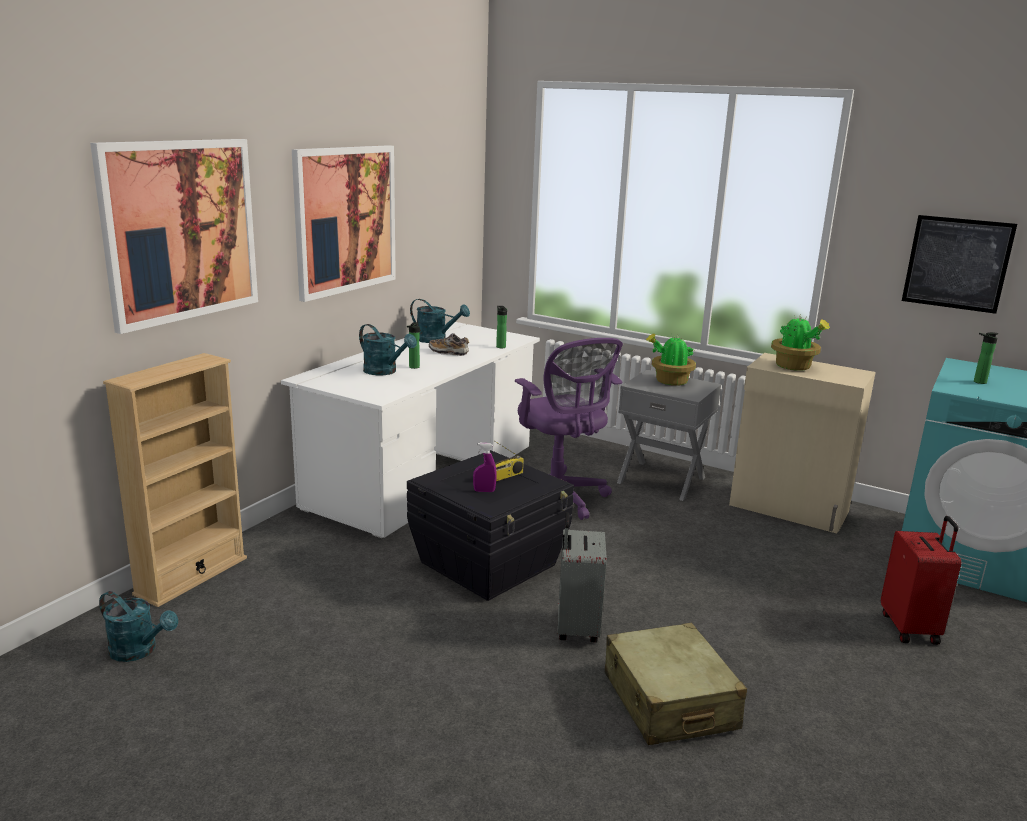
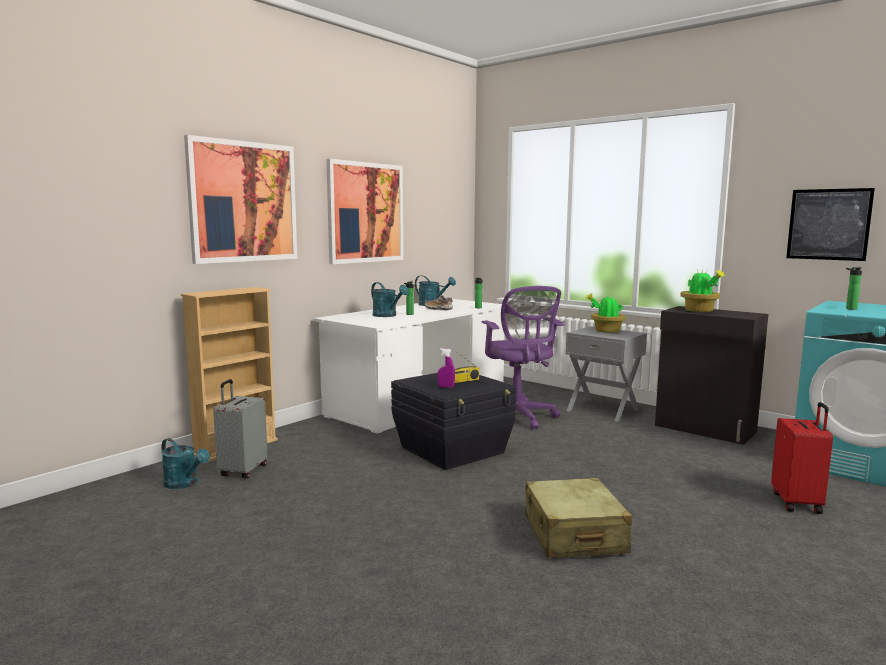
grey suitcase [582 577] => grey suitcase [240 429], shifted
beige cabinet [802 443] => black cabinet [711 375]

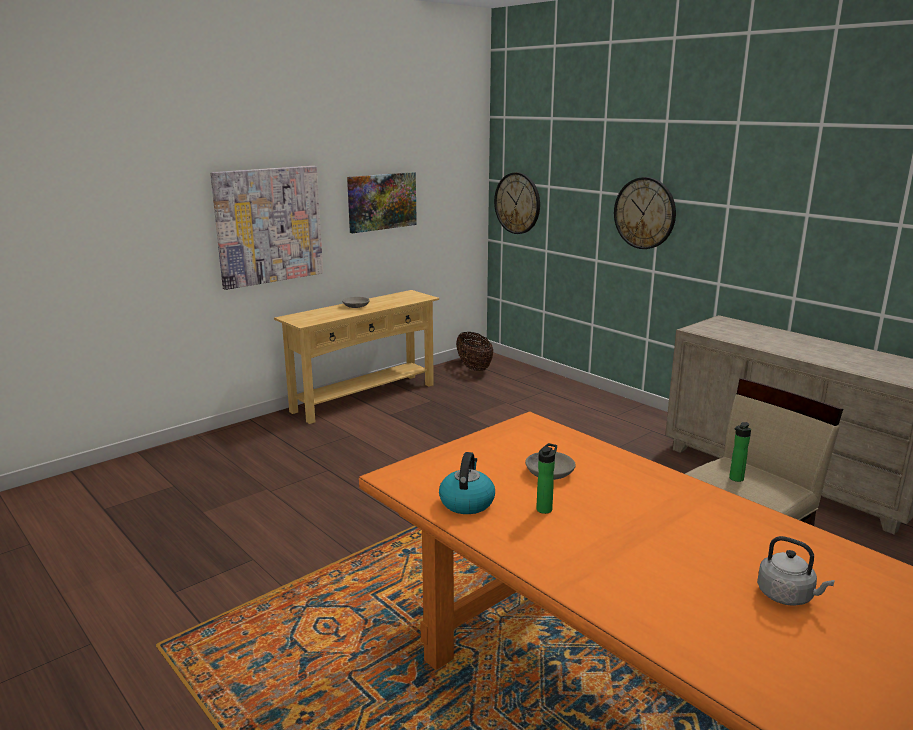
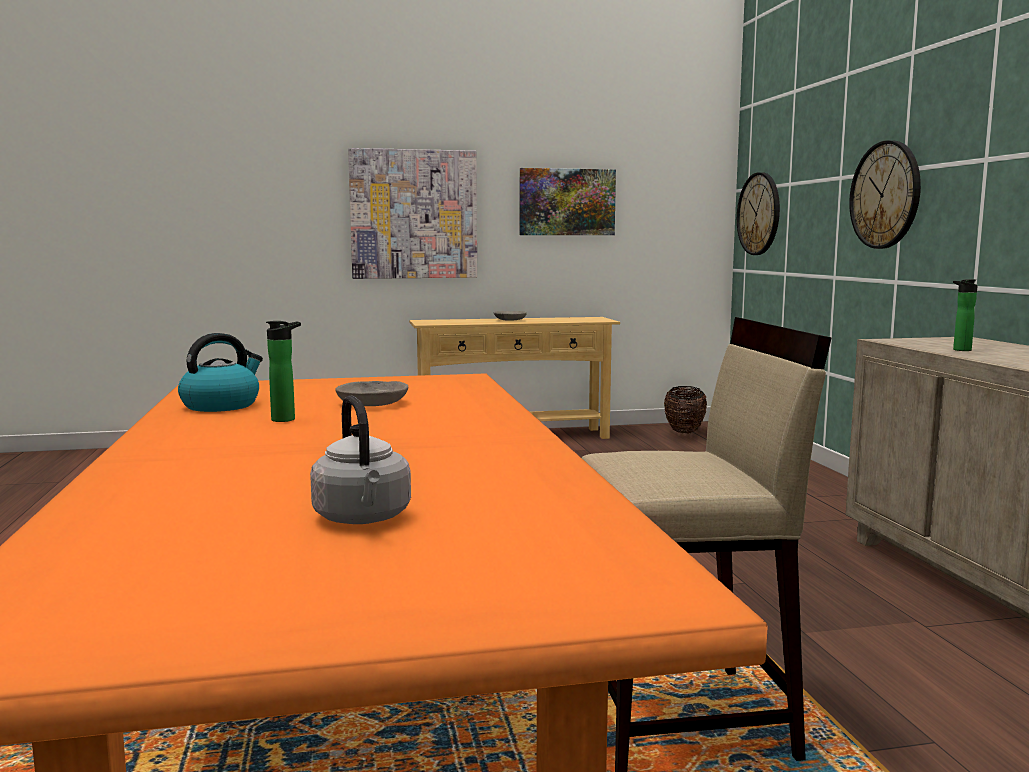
bottle [740 452] => bottle [965 315], shifted

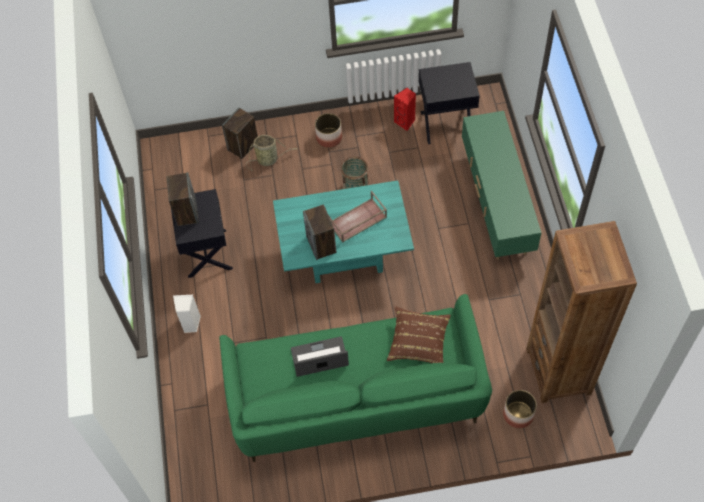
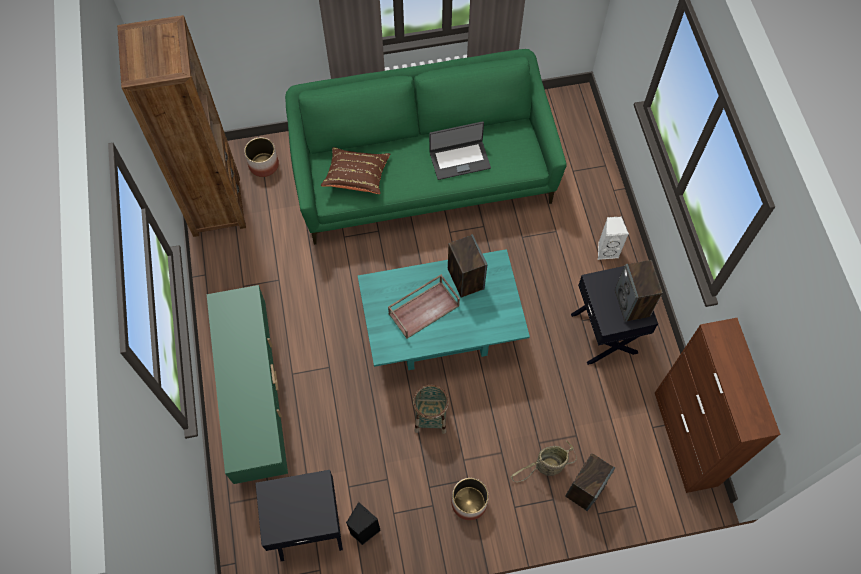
red speaker [405 109] => black speaker [363 523]
nothing => brown cabinet [717 405]

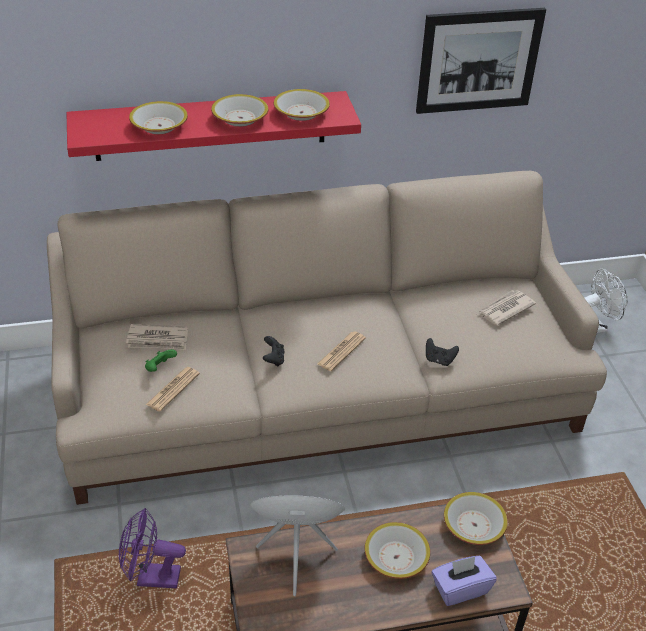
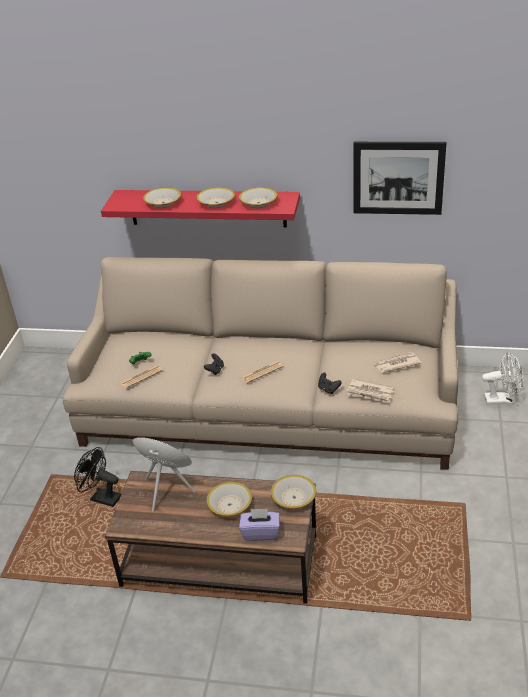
purple fan [152 548] => black fan [97 477]
newspaper [157 337] => newspaper [370 391], shifted

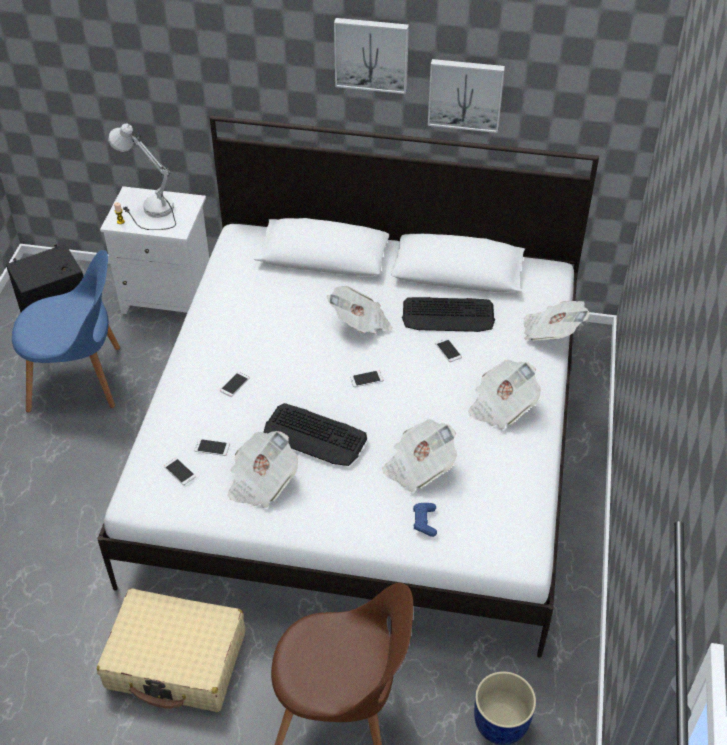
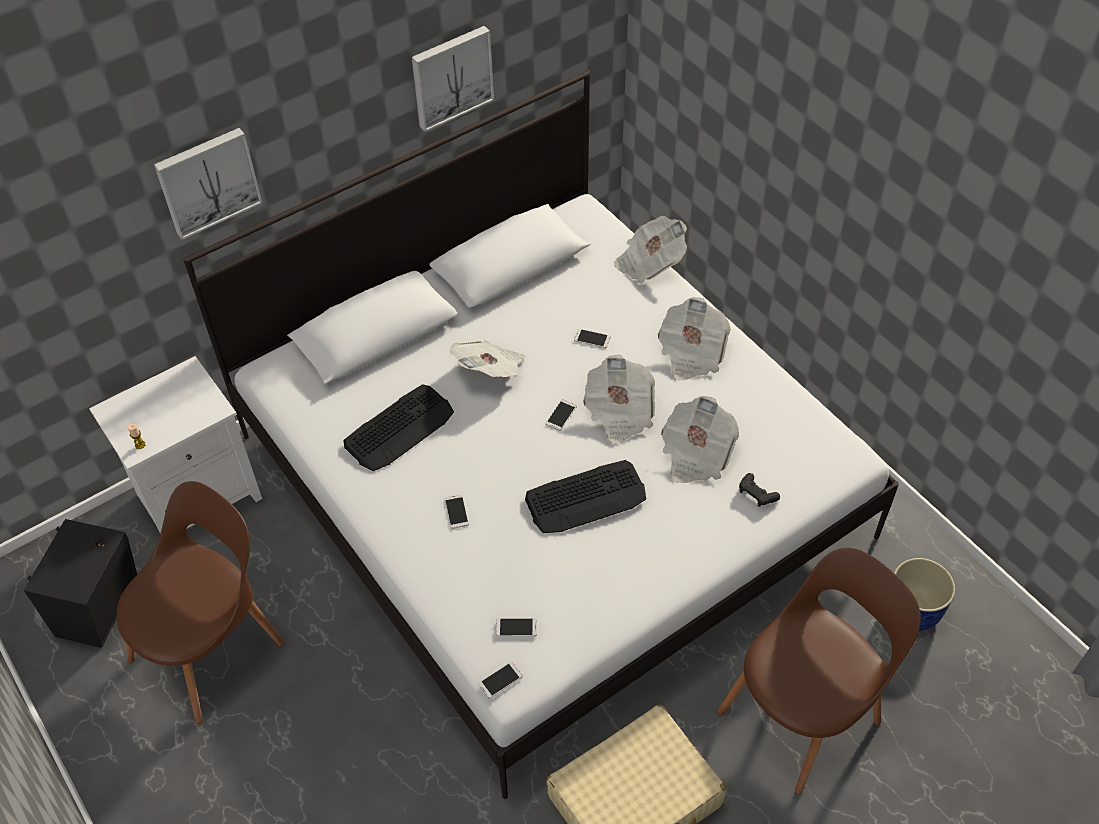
blue chair [66 331] => brown chair [201 602]
picture [371 56] => picture [208 184], shifted
keyboard [448 314] => keyboard [398 427], shifted
phone [212 447] => phone [500 680], shifted
newspaper [263 469] => newspaper [619 399], shifted
blue game controller [425 520] => black game controller [759 490]
white table lamp [142 176] => nothing

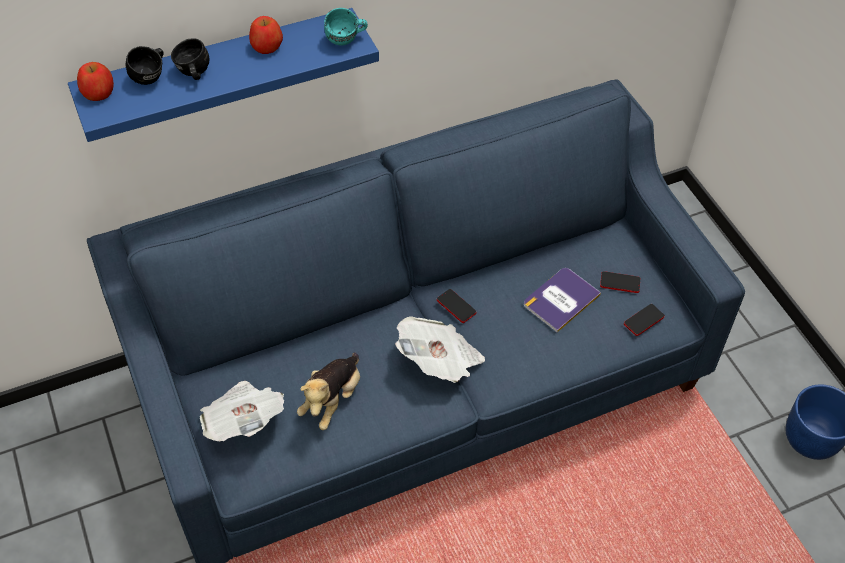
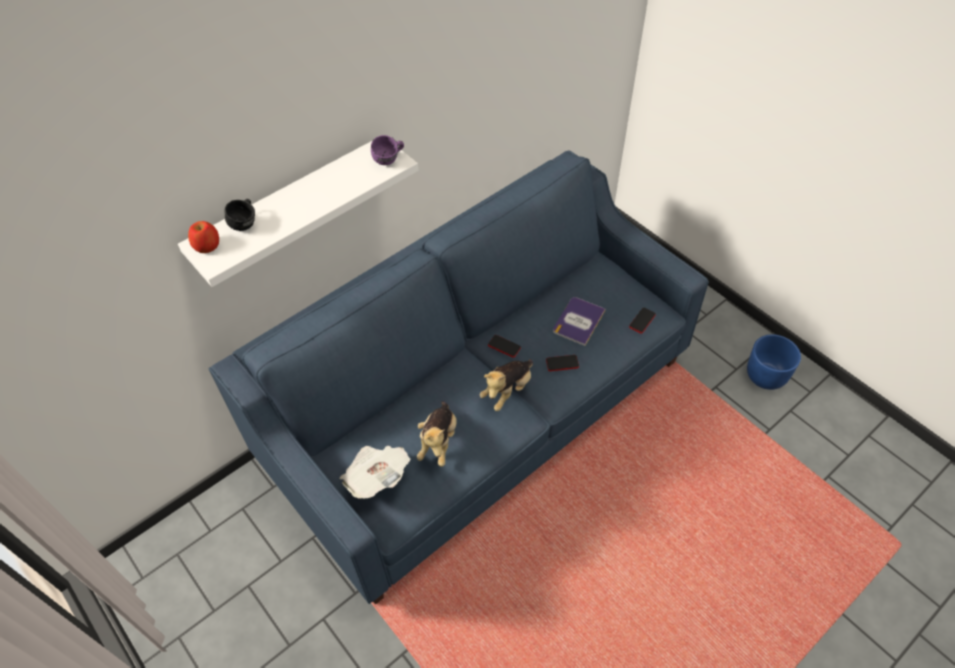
blue shelf [223 75] => white shelf [298 214]
turquoise mug [346 27] => purple mug [387 150]
newspaper [440 349] => plush toy [506 385]
phone [620 282] => phone [562 363], shifted
black mug [190 59] => nothing
apple [266 35] => nothing

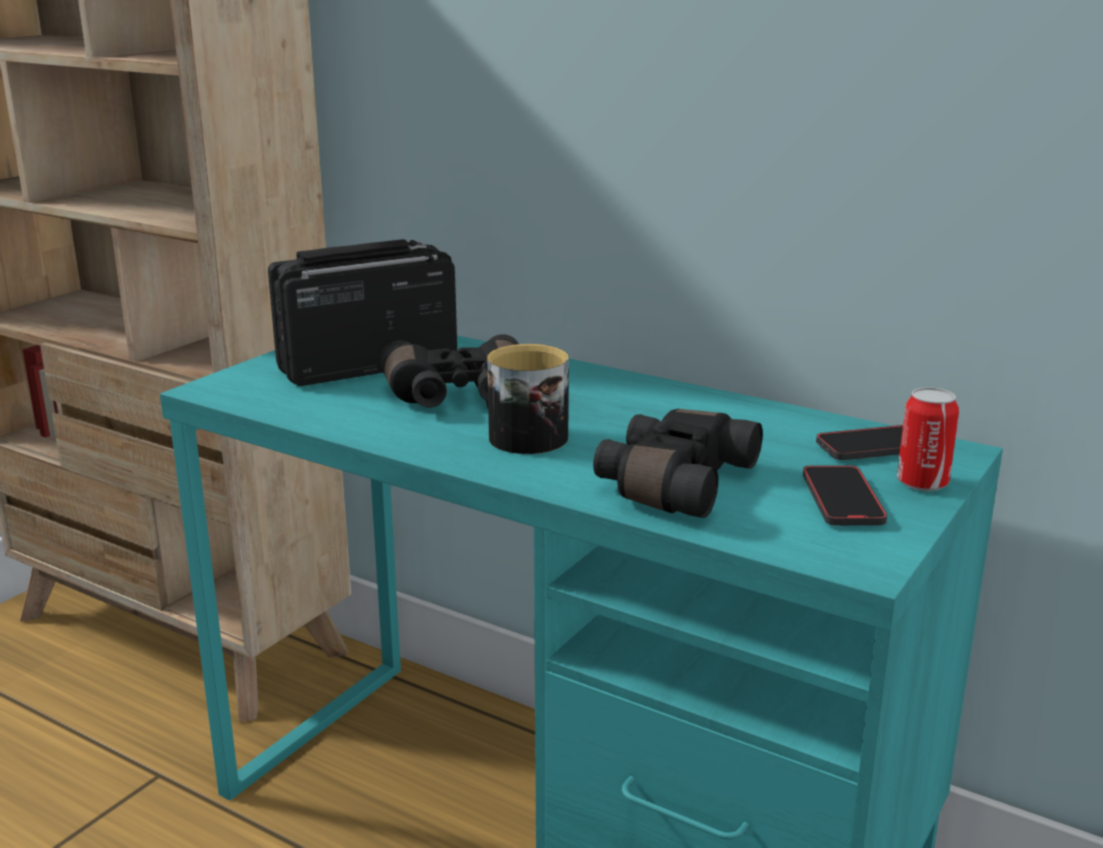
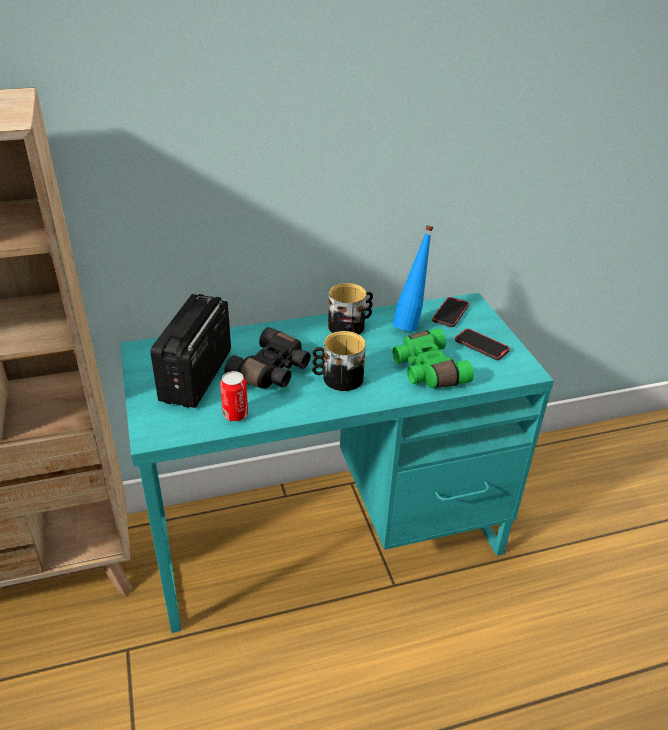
can [928 439] => can [234 396], shifted
nothing => mug [350 308]
nothing => blue bottle [413 278]
black binoculars [678 463] => green binoculars [433 358]

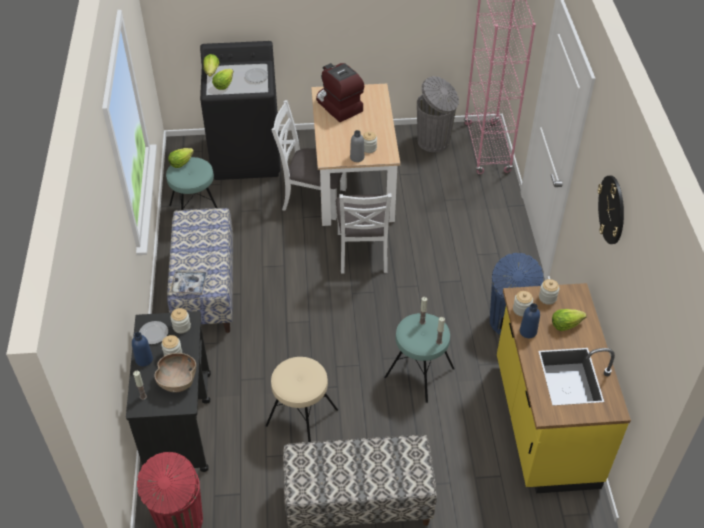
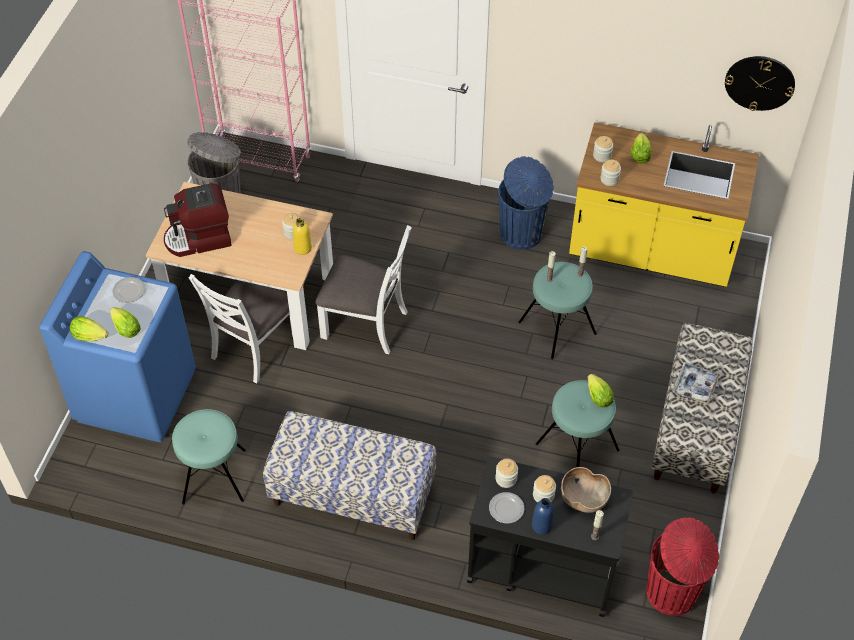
black washing machine [240 110] => blue washing machine [117 346]
grey bottle [357 146] => yellow bottle [302 236]
beige stool [301 399] => turquoise stool [577 423]
lettuce [181 158] => lettuce [601 391], shifted
tray [188 282] => tray [696 383], shifted
wall clock [611 210] => wall clock [760 83], shifted
blue bottle [530 320] => nothing

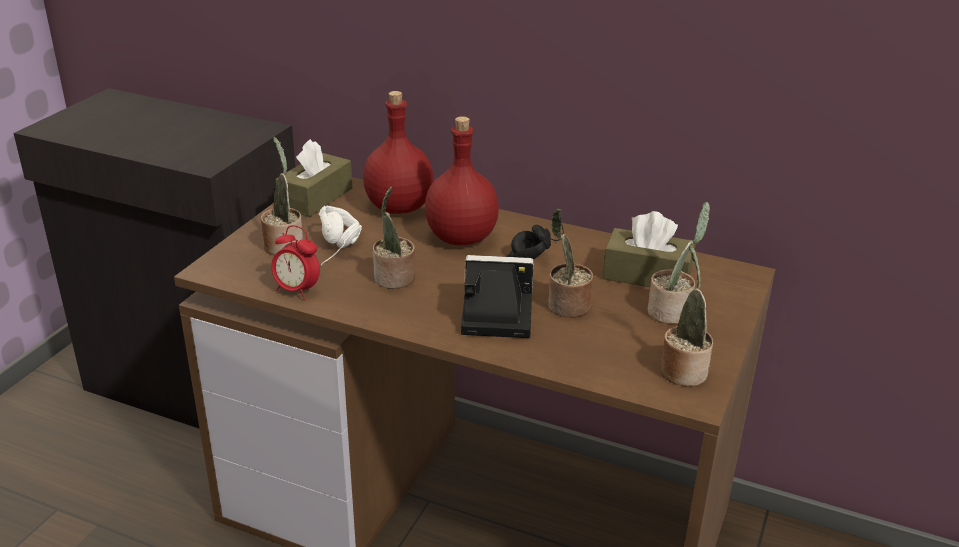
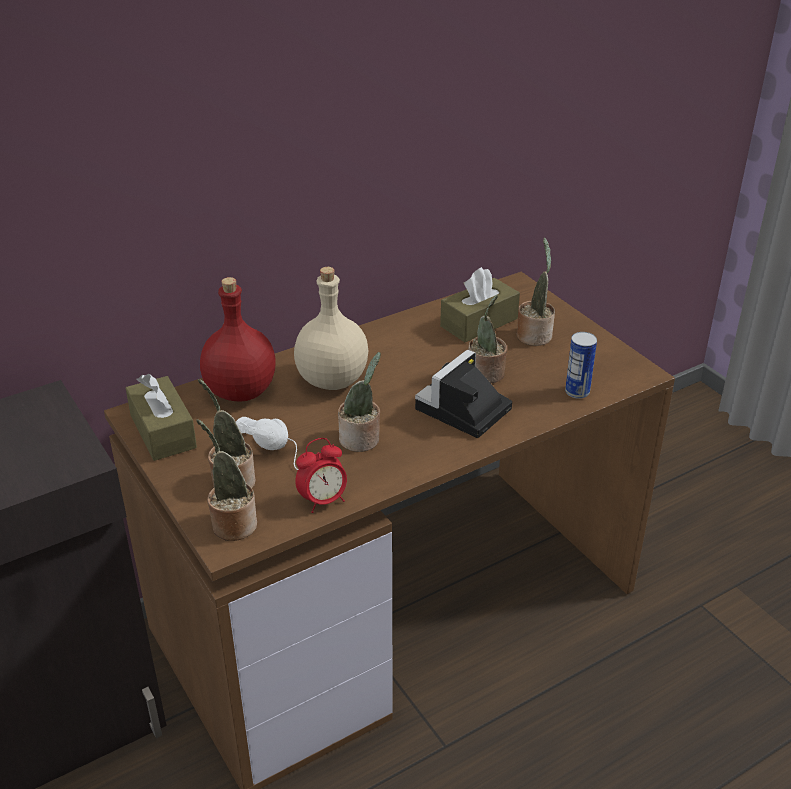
potted plant [687 315] => potted plant [227 480], shifted
red bottle [462 180] => beige bottle [331 328]
nothing => can [581 365]
black headphones [534 242] => nothing

